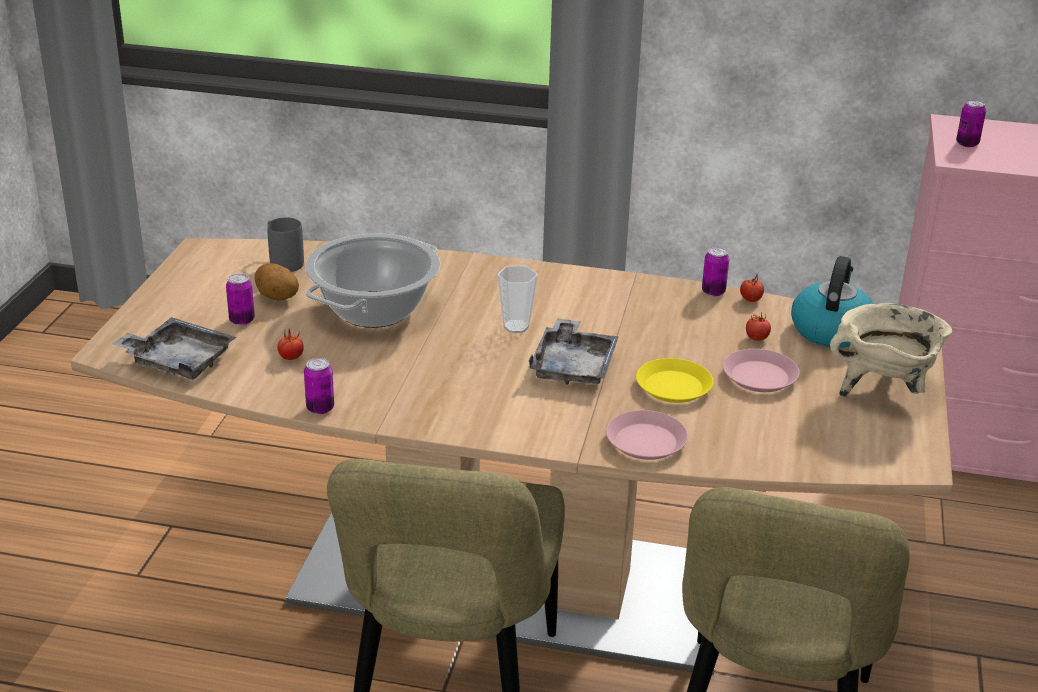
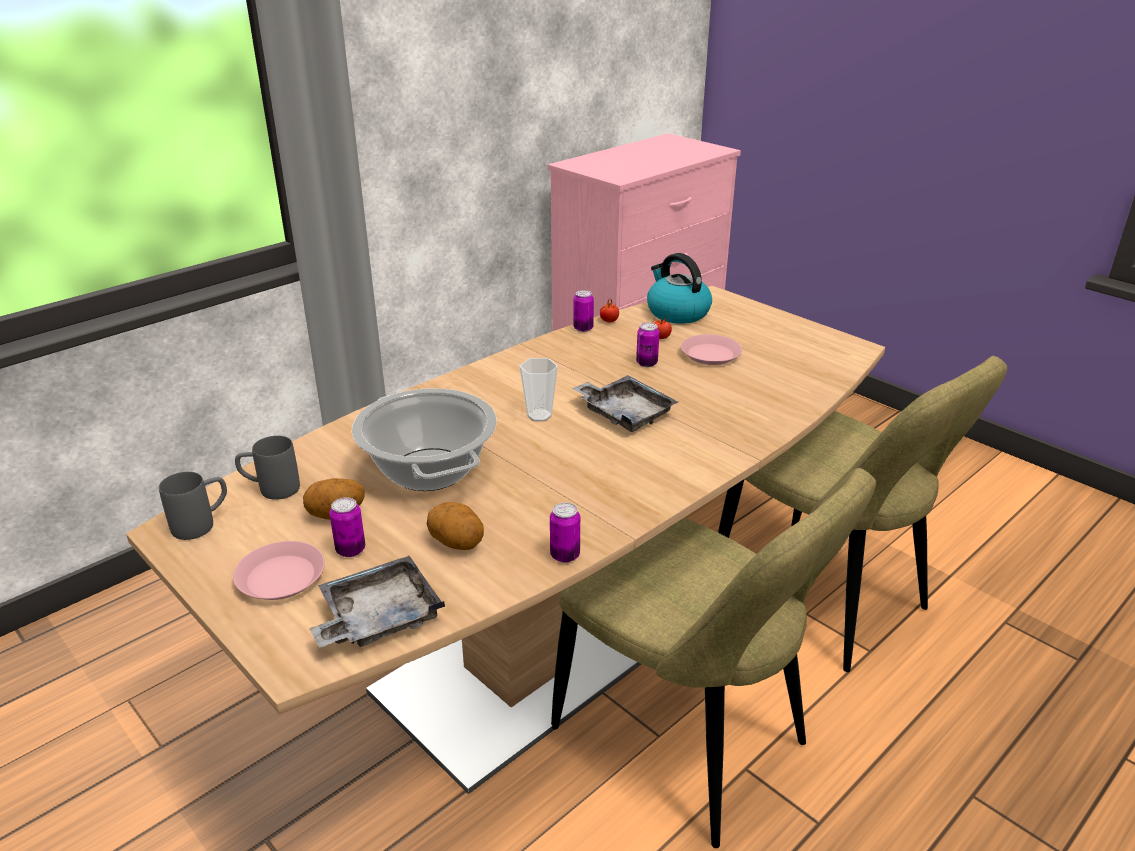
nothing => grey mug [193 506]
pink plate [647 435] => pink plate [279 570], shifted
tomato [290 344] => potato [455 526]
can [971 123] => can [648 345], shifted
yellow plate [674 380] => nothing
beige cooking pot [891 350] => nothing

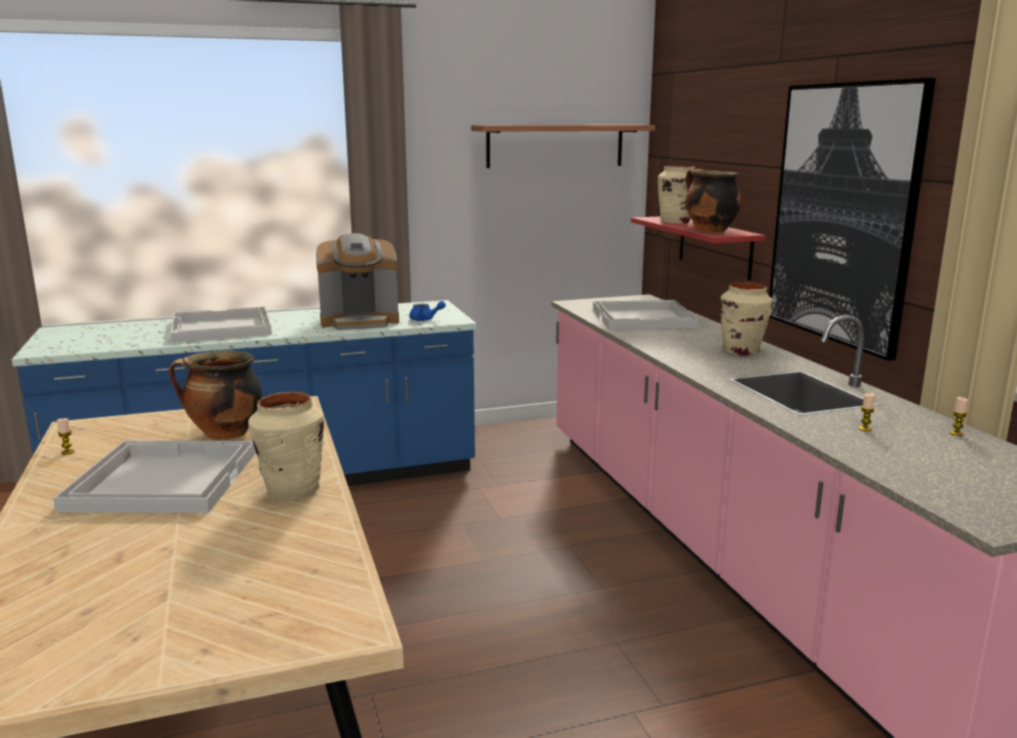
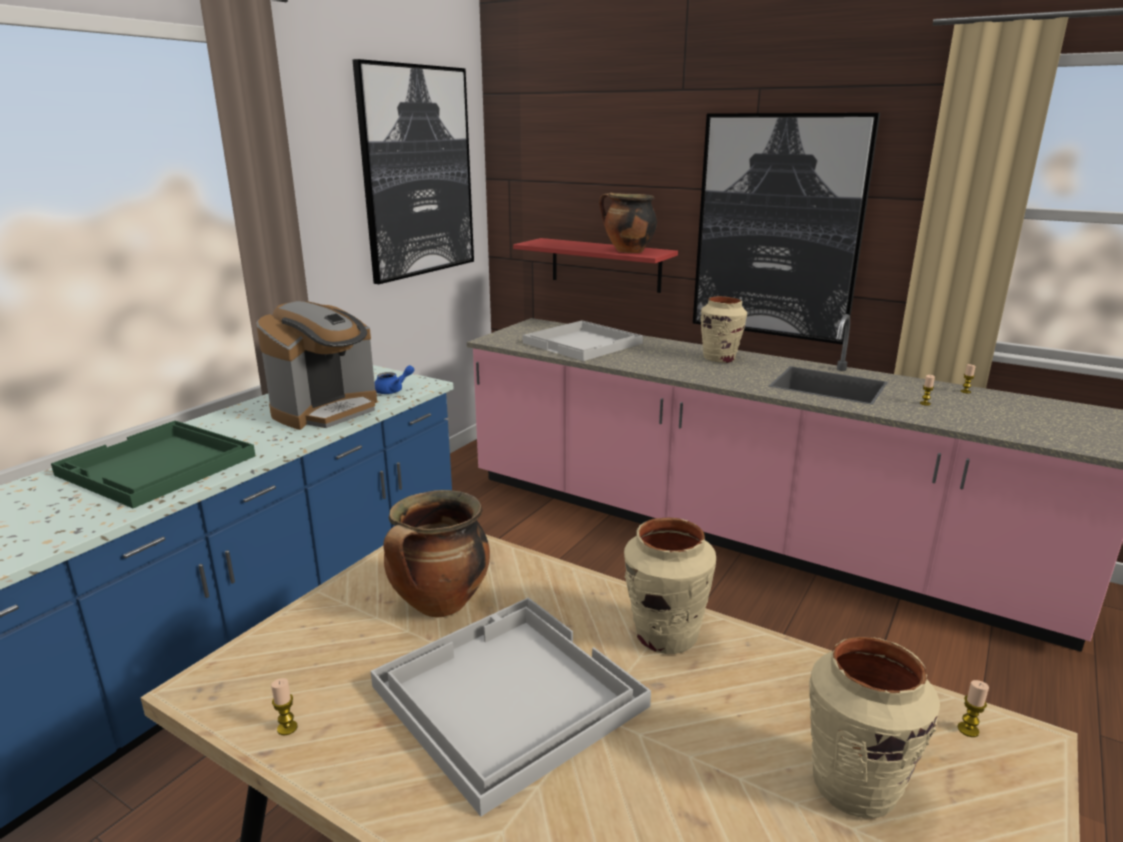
white tray [221 325] => green tray [153 464]
shelf [563 146] => picture [413 171]
beige vase [676 194] => beige vase [874 728], shifted
nothing => candle [973 708]

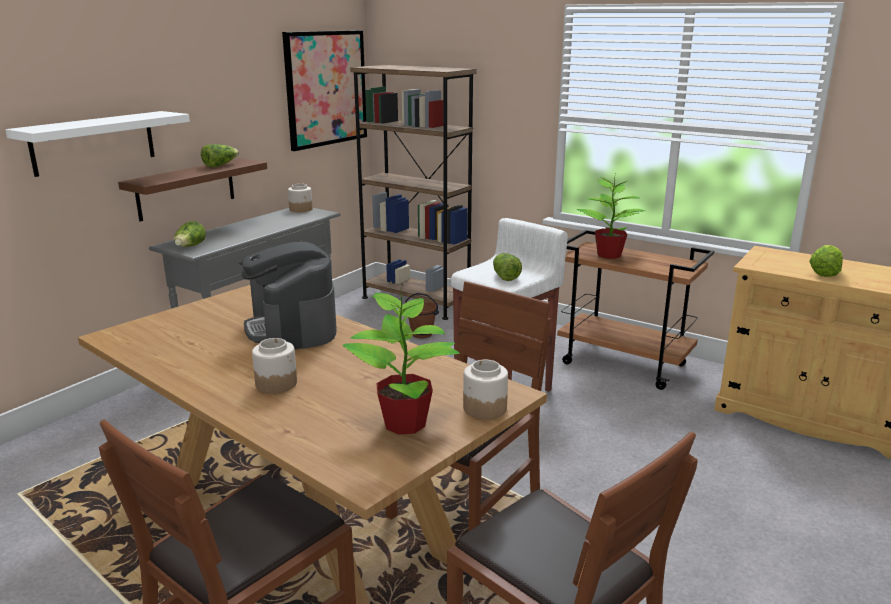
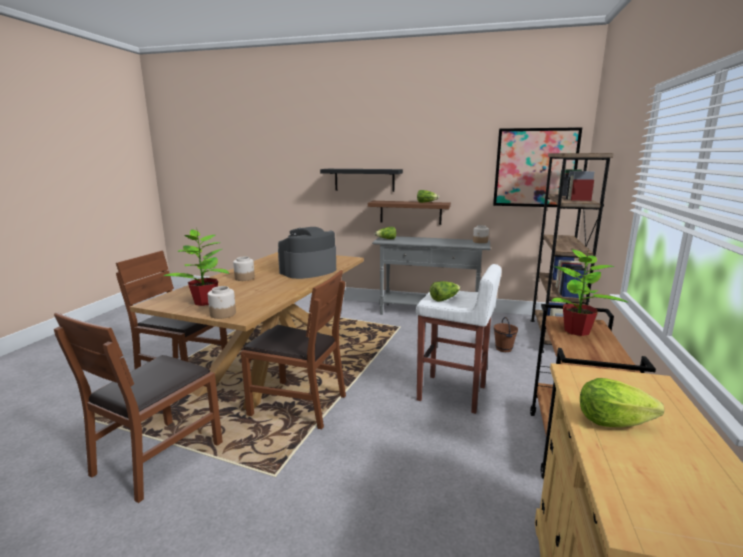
white shelf [97 144] => black shelf [361 180]

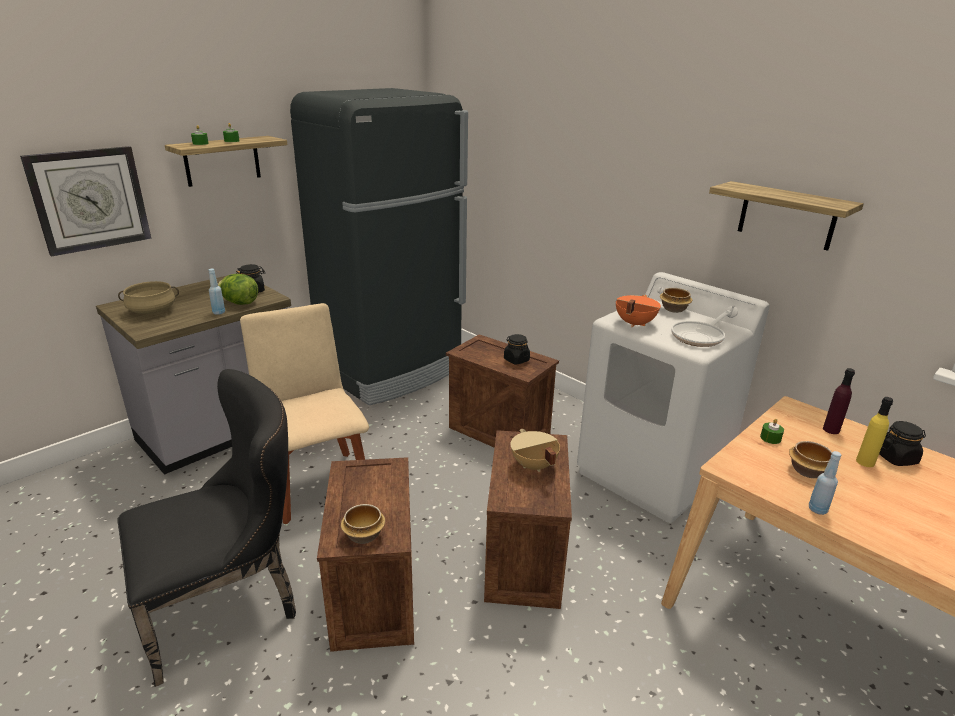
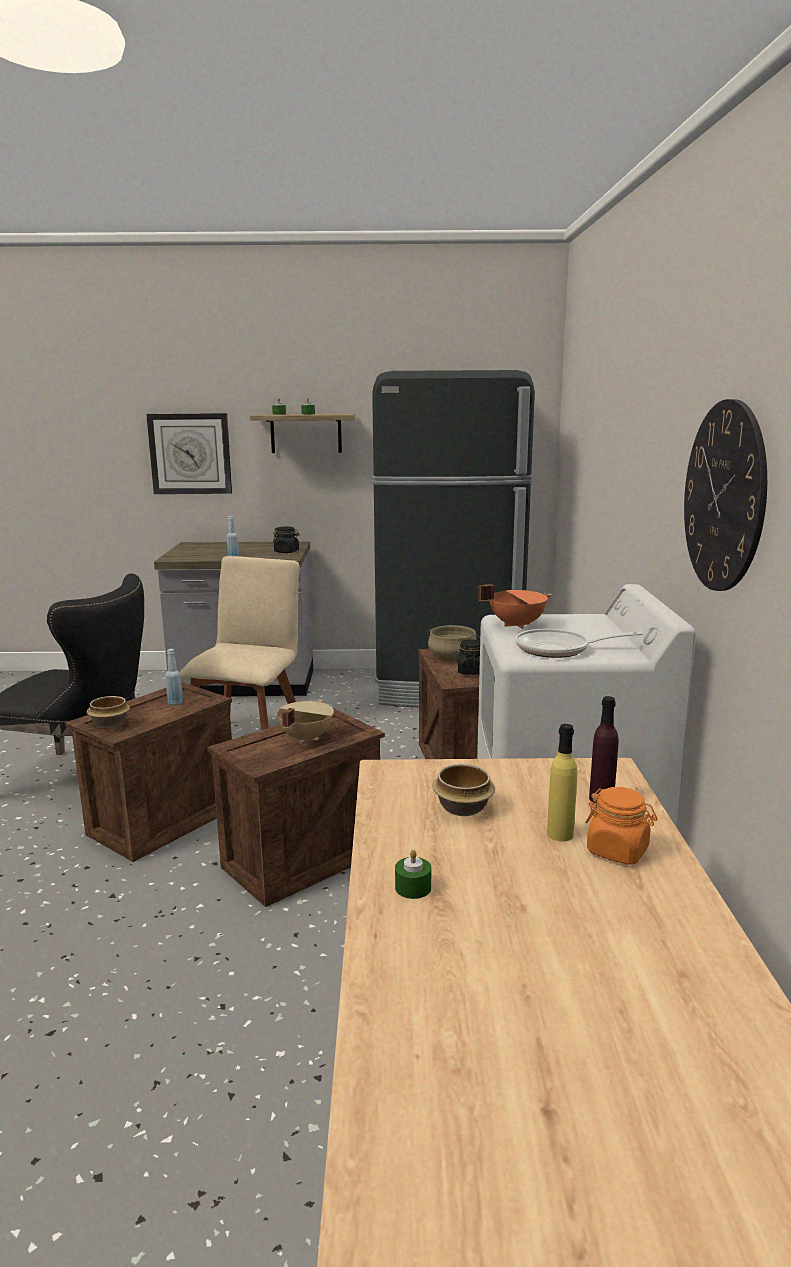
blue bottle [825 483] => blue bottle [174 677], shifted
green candle [772 431] => green candle [413 874], shifted
beige cooking pot [148 297] => beige cooking pot [453 641], shifted
black jar [902 443] => orange jar [621 826]
shelf [786 216] => wall clock [725 495]
lettuce [238 289] => nothing
bowl [676 300] => nothing

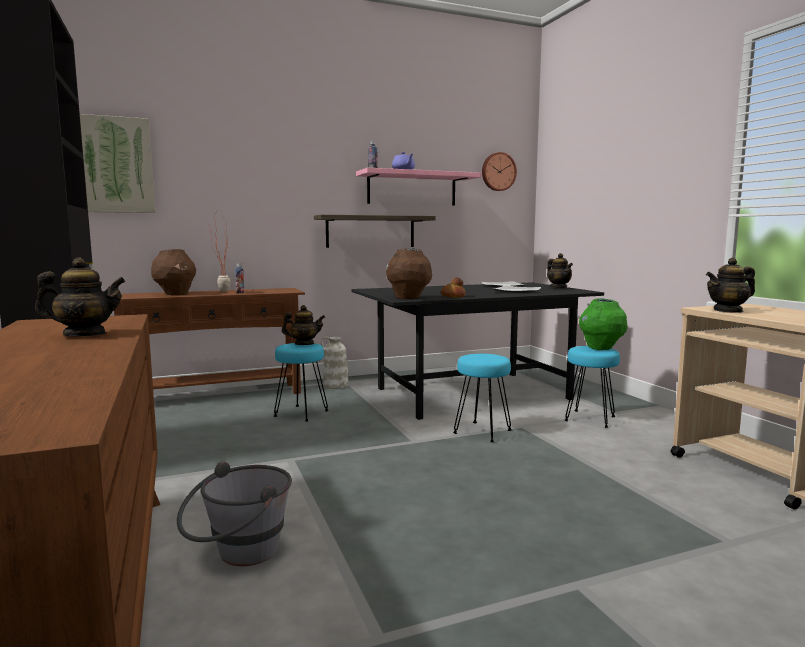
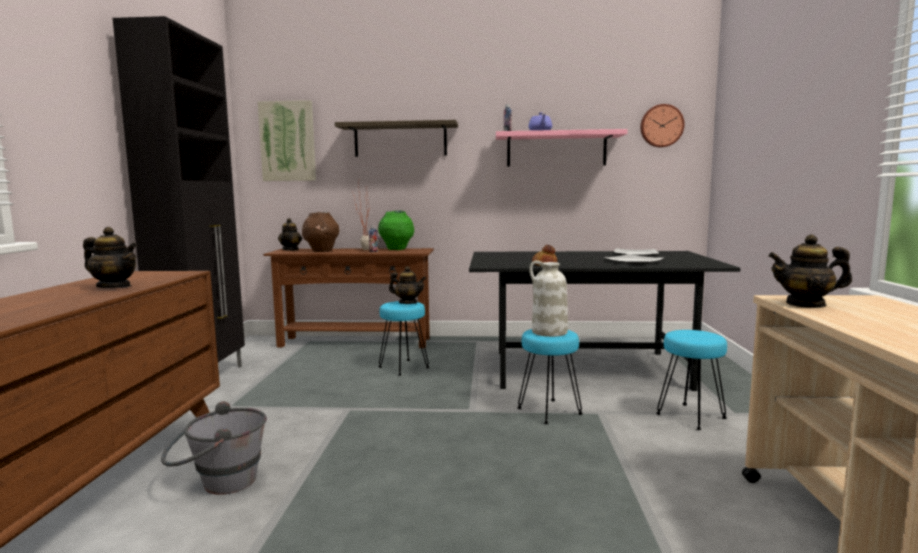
teapot [560 270] => teapot [290 234], shifted
shelf [375 231] => shelf [396 138], shifted
green vase [603 324] => green vase [396 230], shifted
white vase [334 363] => white vase [548 298], shifted
brown vase [409 273] => nothing

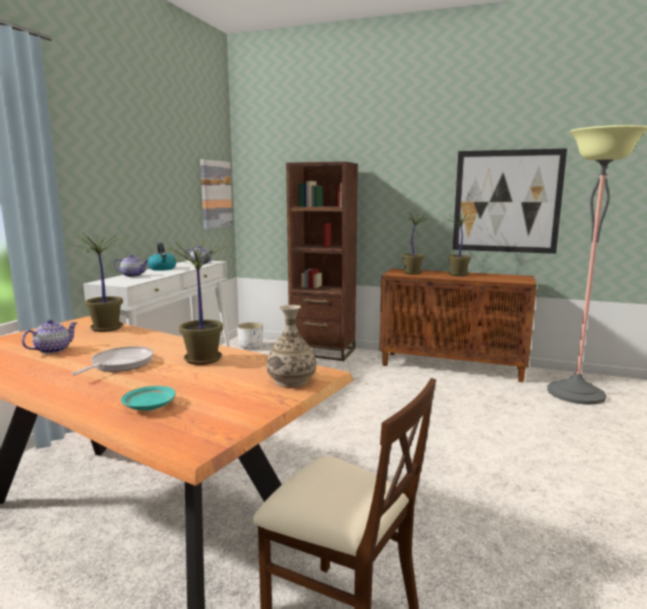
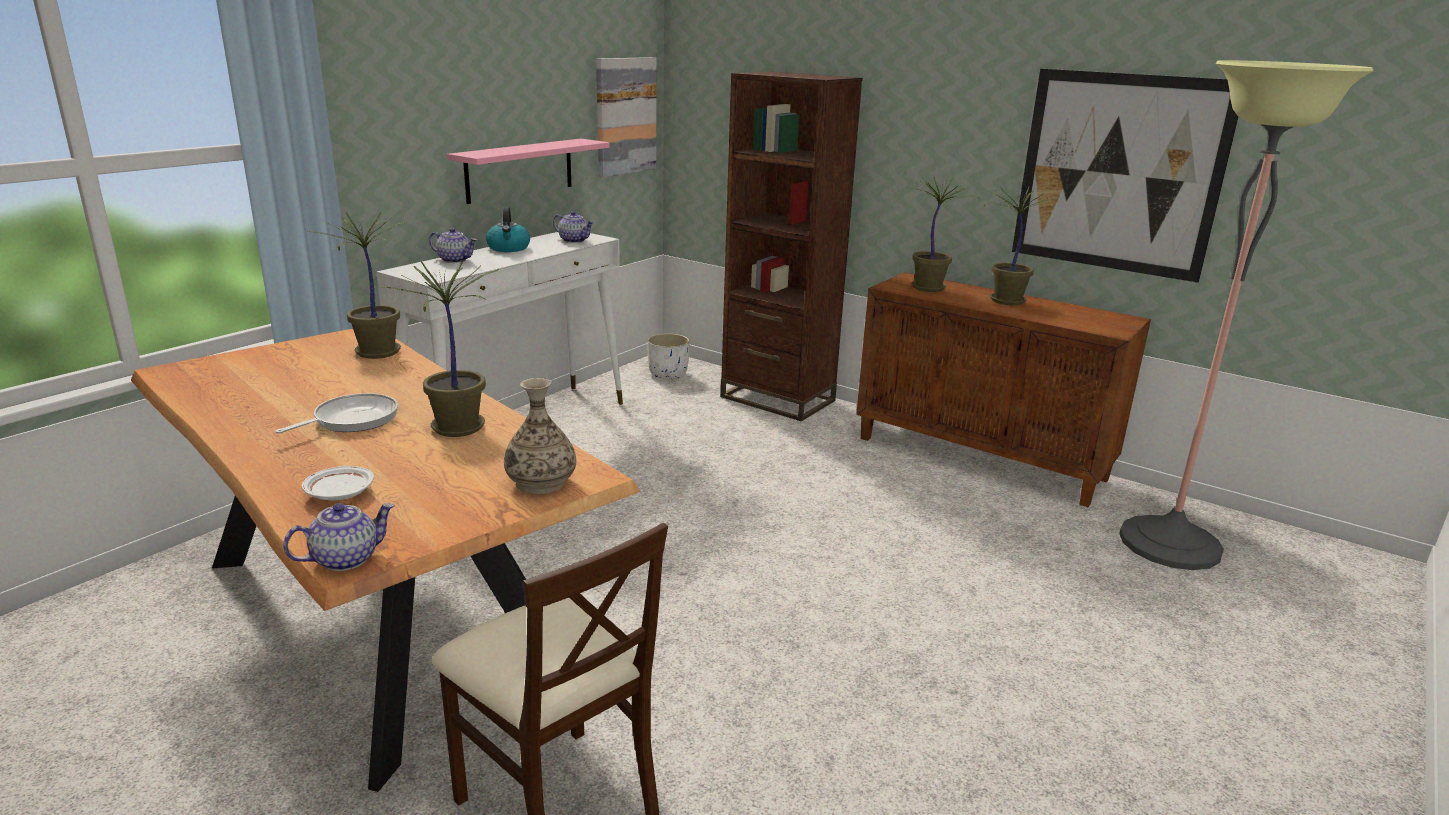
teapot [50 336] => teapot [339 537], shifted
turquoise plate [148 398] => white plate [338 483]
nothing => pink shelf [528 171]

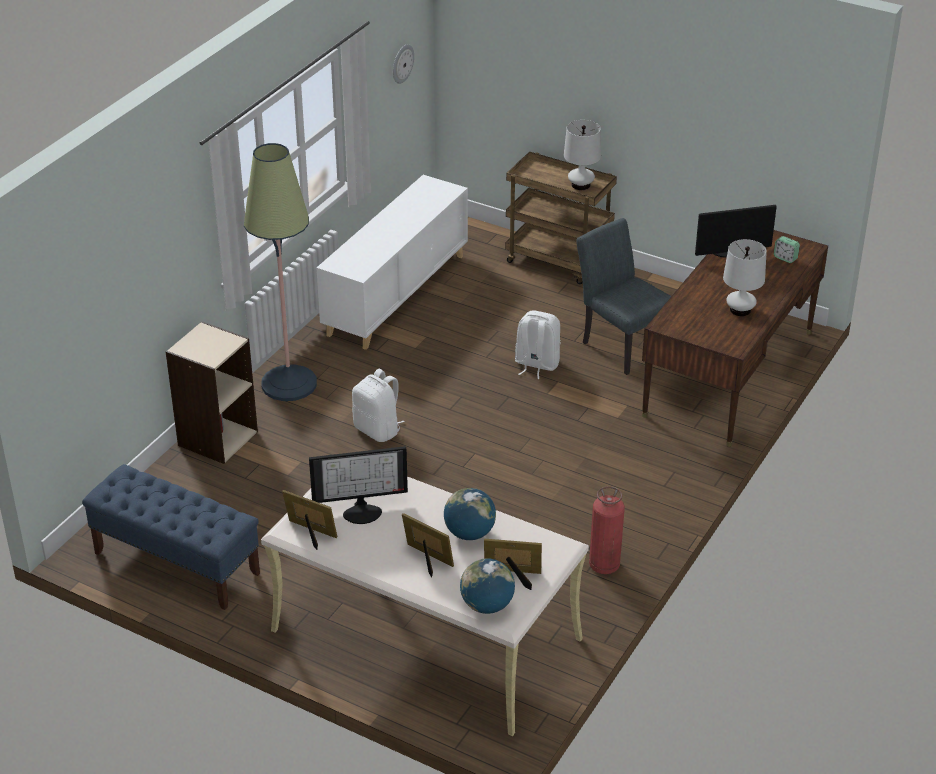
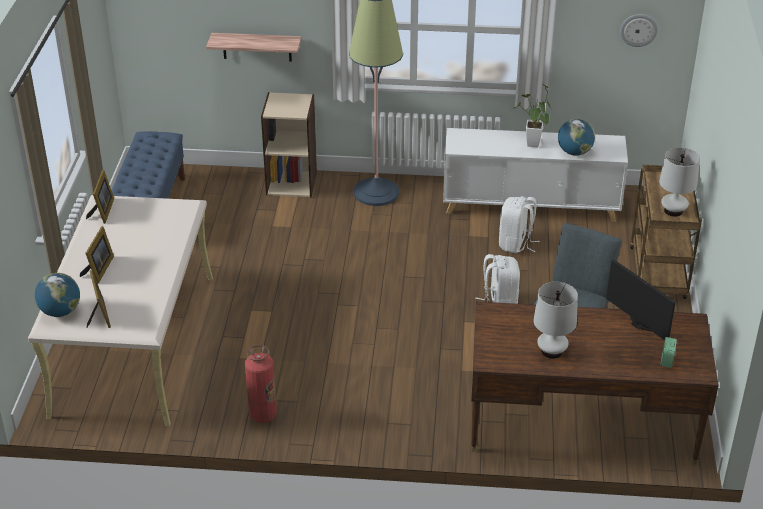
nothing => shelf [253 47]
white backpack [378 405] => white backpack [519 225], shifted
nothing => potted plant [531 115]
globe [470 514] => globe [576 137], shifted
monitor [358 485] => nothing

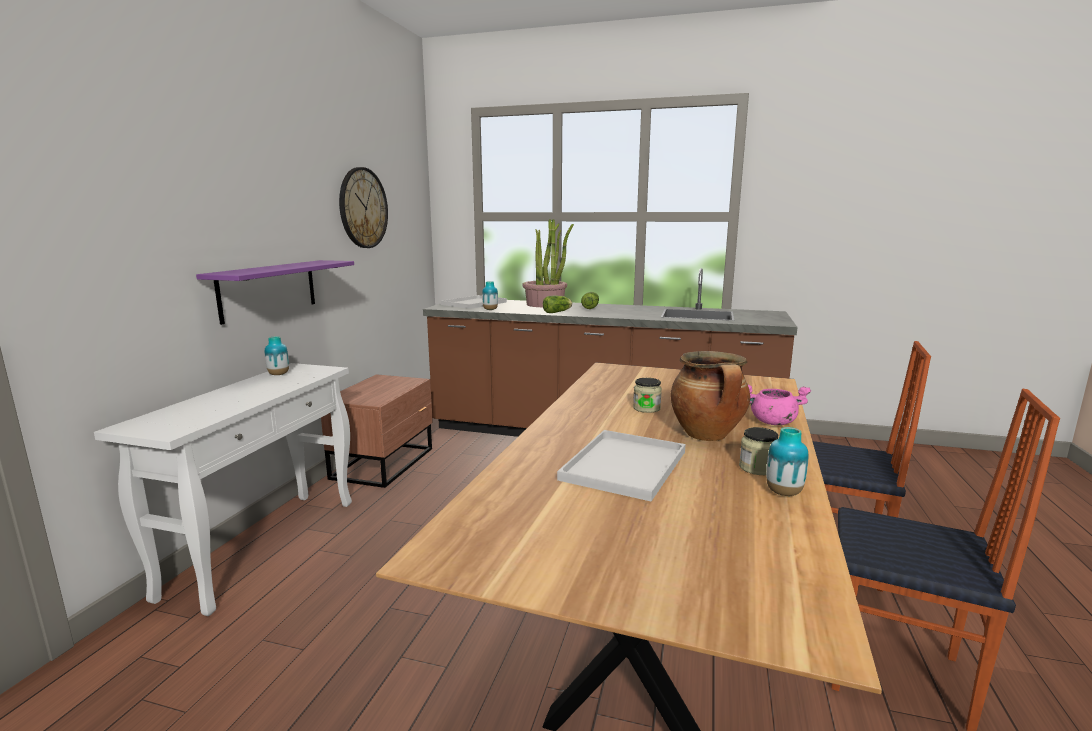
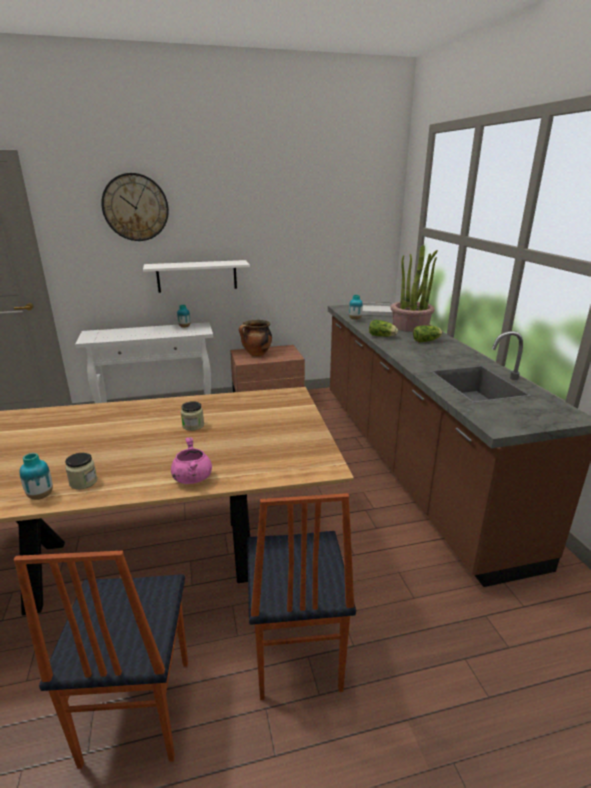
wall clock [363 207] => wall clock [135 207], shifted
purple shelf [275 292] => white shelf [196 276]
cooking pot [710 396] => cooking pot [255 338], shifted
white tray [621 465] => nothing

